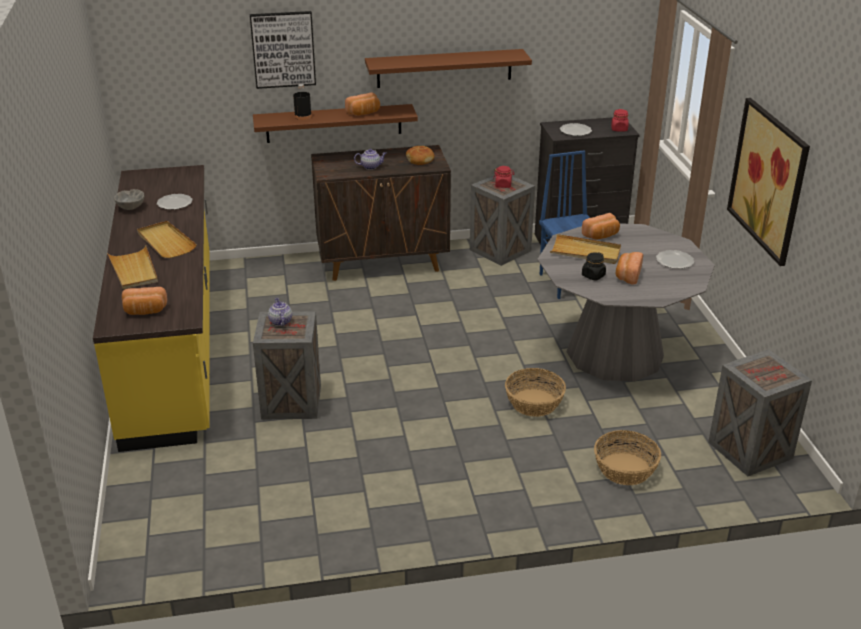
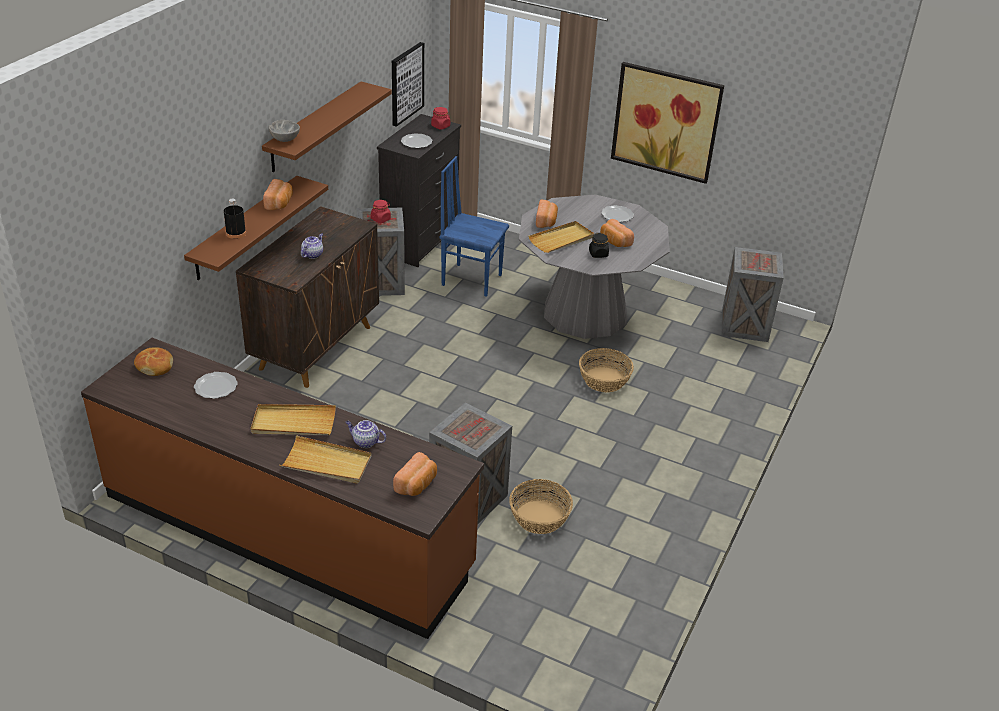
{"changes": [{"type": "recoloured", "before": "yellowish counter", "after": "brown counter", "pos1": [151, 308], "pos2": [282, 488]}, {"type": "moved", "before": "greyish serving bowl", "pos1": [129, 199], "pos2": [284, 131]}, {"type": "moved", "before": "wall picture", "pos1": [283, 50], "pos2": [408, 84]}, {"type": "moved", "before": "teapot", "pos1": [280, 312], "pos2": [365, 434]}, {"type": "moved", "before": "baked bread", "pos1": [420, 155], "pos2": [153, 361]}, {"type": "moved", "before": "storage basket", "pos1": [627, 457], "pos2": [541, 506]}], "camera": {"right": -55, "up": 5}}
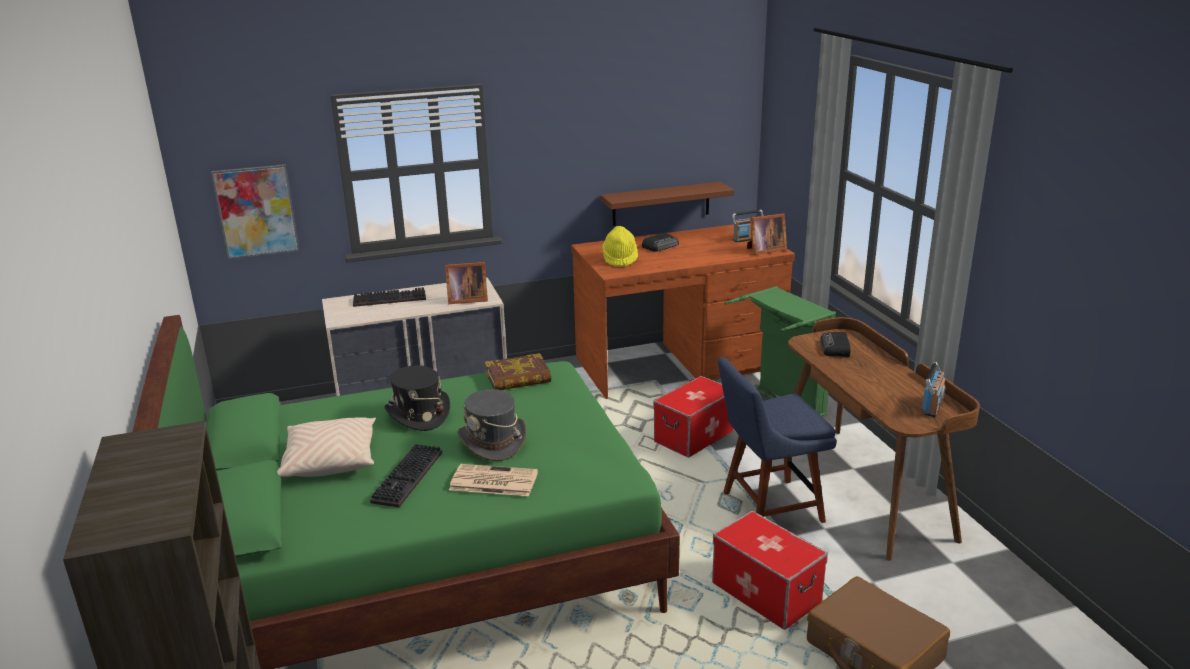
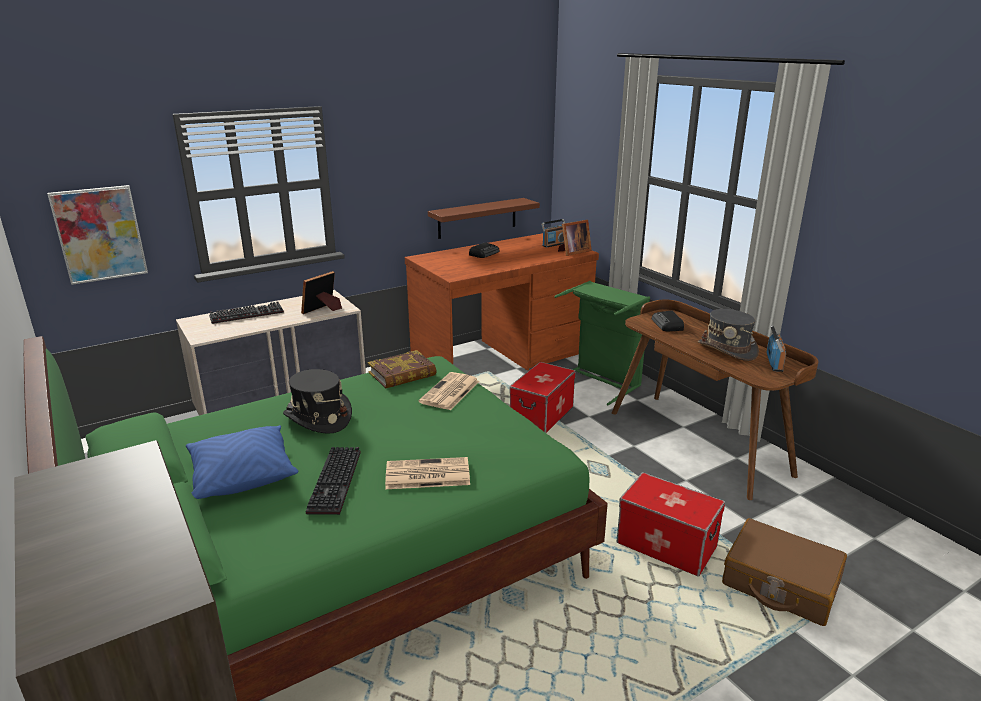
{"changes": [{"type": "recoloured", "before": "beige-coloured pillow", "after": "blue-coloured pillow", "pos1": [326, 447], "pos2": [242, 462]}, {"type": "turned", "before": "standing frame", "pos1": [466, 283], "pos2": [321, 292], "turn": 150}, {"type": "moved", "before": "greyish hat", "pos1": [491, 425], "pos2": [728, 335]}, {"type": "removed", "before": "yellowish hat", "pos1": [620, 246]}, {"type": "removed", "before": "blue-coloured plain chair", "pos1": [777, 440]}, {"type": "added", "after": "printed paper", "pos2": [449, 391]}], "camera": {"right": -15, "up": 0}}
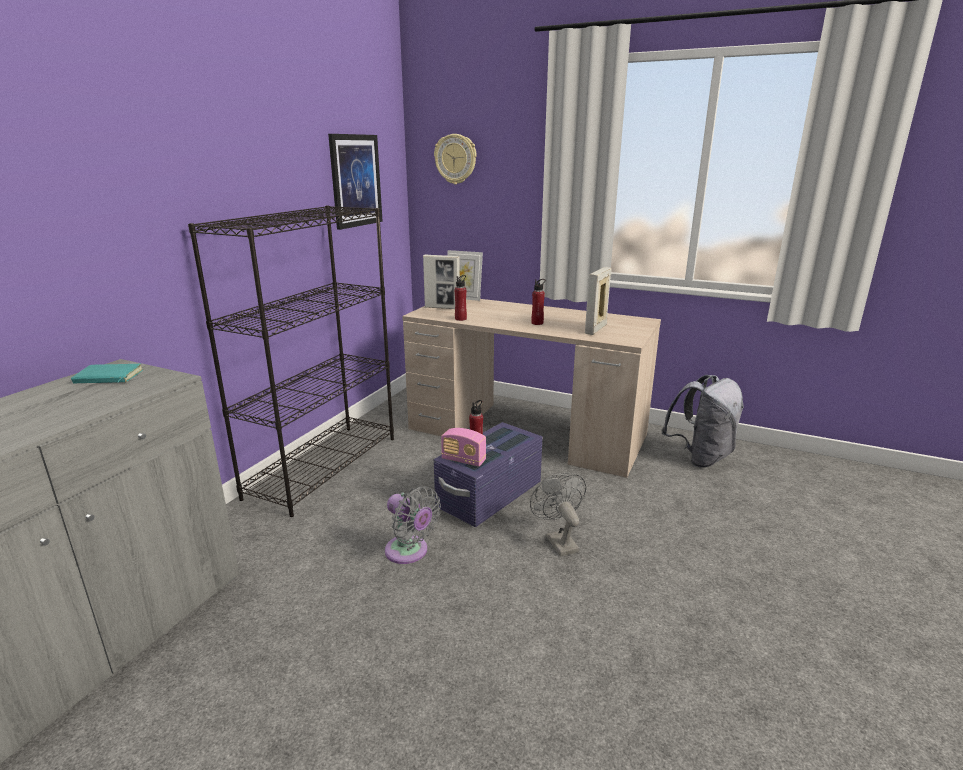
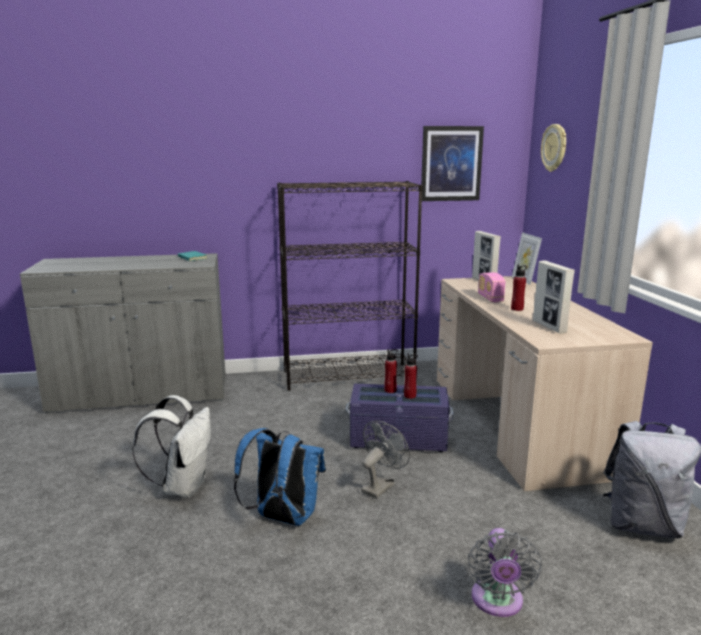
{"changes": [{"type": "moved", "before": "greyish cooling fan", "pos1": [413, 525], "pos2": [505, 572]}, {"type": "moved", "before": "radio", "pos1": [463, 447], "pos2": [492, 287]}, {"type": "moved", "before": "red-coloured drink bottle", "pos1": [460, 298], "pos2": [411, 376]}, {"type": "turned", "before": "standing frame", "pos1": [598, 301], "pos2": [554, 297], "turn": -105}, {"type": "added", "after": "white-coloured backpack", "pos2": [171, 446]}, {"type": "added", "after": "blue-coloured backpack", "pos2": [280, 476]}], "camera": {"right": 55, "up": -5}}
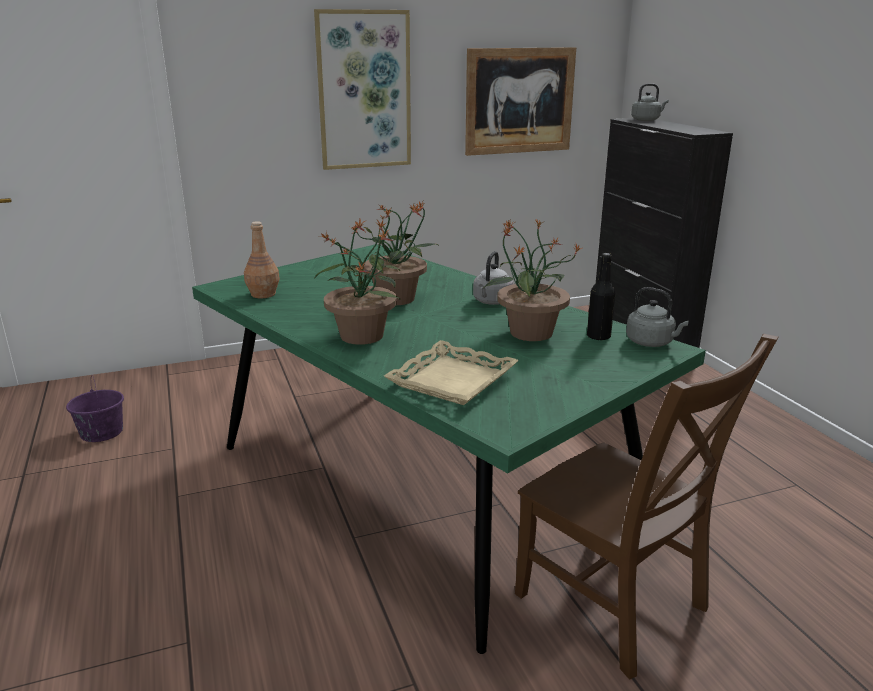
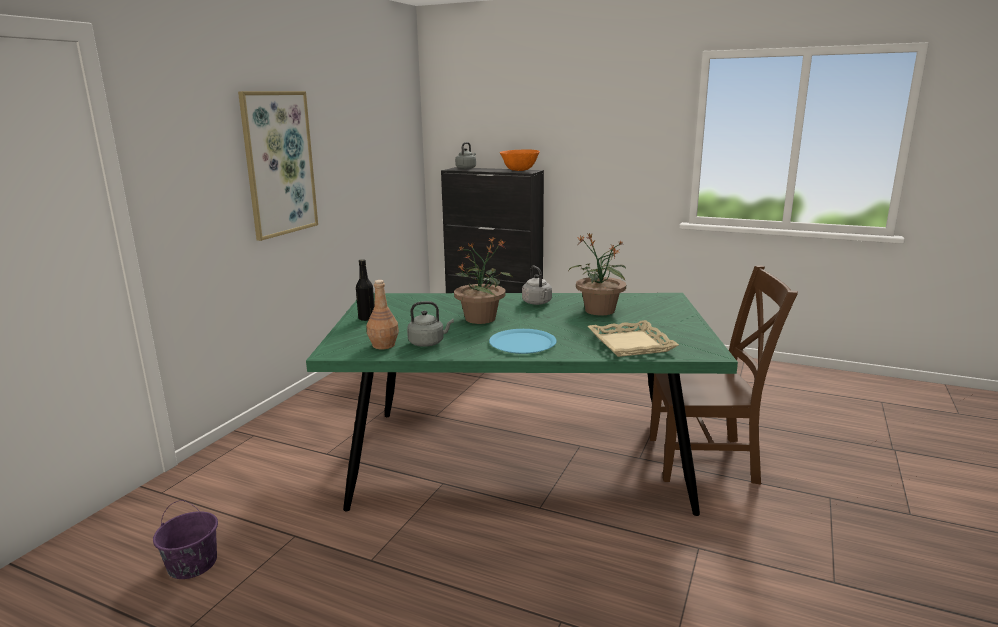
{"changes": [{"type": "replaced", "before": "houseplant", "after": "blue-coloured plate", "pos1": [358, 282], "pos2": [523, 341]}, {"type": "removed", "before": "wall picture", "pos1": [520, 101]}, {"type": "moved", "before": "blackish drink bottle", "pos1": [601, 297], "pos2": [365, 290]}, {"type": "moved", "before": "greyish tea kettle", "pos1": [657, 317], "pos2": [430, 324]}, {"type": "added", "after": "orange-coloured serving bowl", "pos2": [520, 160]}], "camera": {"right": -45, "up": -5}}
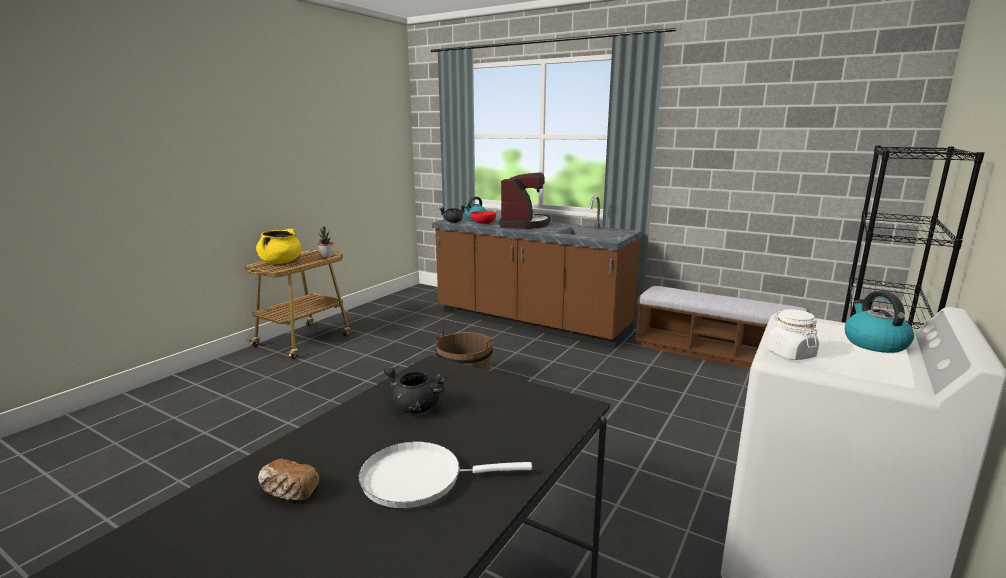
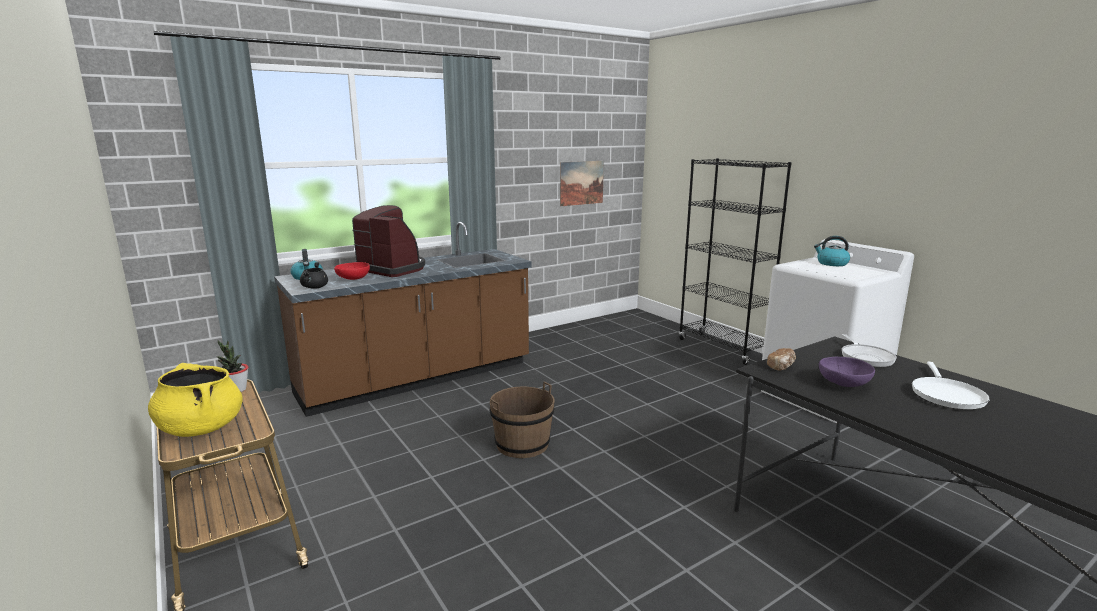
{"changes": [{"type": "moved", "before": "baked bread", "pos1": [288, 479], "pos2": [781, 359]}, {"type": "replaced", "before": "blackish cooking pot", "after": "purplish serving bowl", "pos1": [415, 390], "pos2": [847, 372]}, {"type": "removed", "before": "bench", "pos1": [722, 327]}, {"type": "removed", "before": "white-coloured storage jar", "pos1": [793, 334]}, {"type": "added", "after": "wall picture", "pos2": [582, 183]}, {"type": "added", "after": "frying pan", "pos2": [869, 350]}], "camera": {"right": -65, "up": 0}}
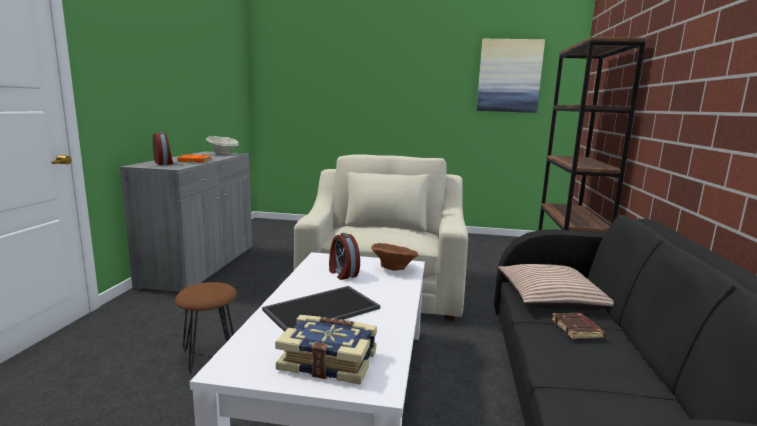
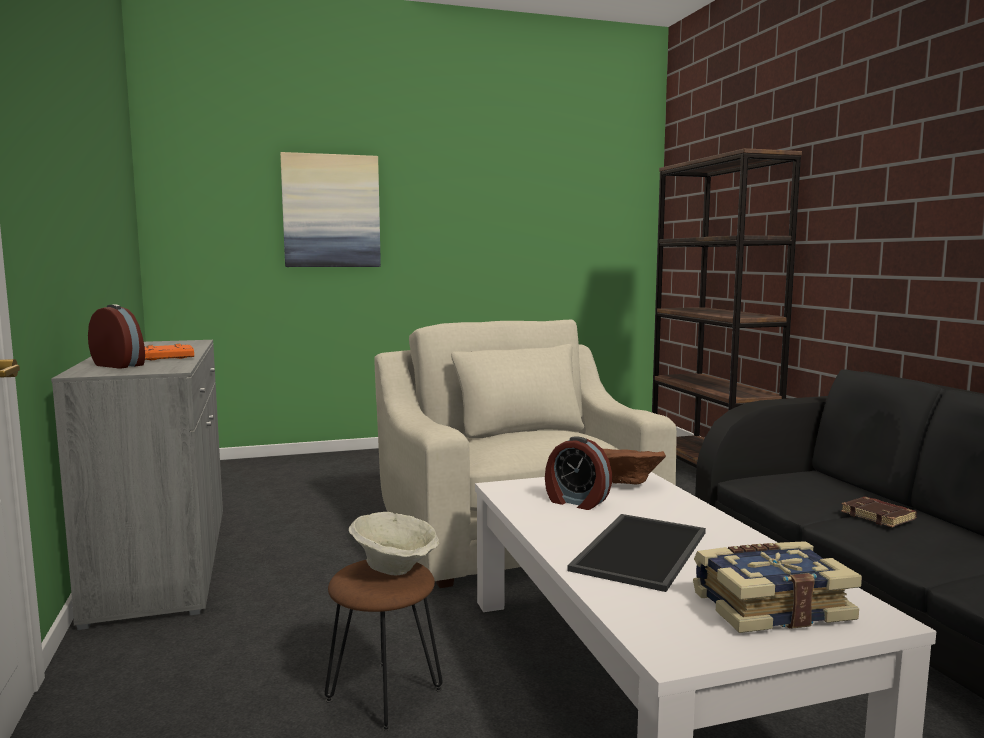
{"changes": [{"type": "moved", "before": "beige-coloured serving bowl", "pos1": [222, 145], "pos2": [394, 543]}, {"type": "moved", "before": "wall picture", "pos1": [511, 76], "pos2": [330, 209]}, {"type": "removed", "before": "pillow", "pos1": [556, 287]}], "camera": {"right": -25, "up": -5}}
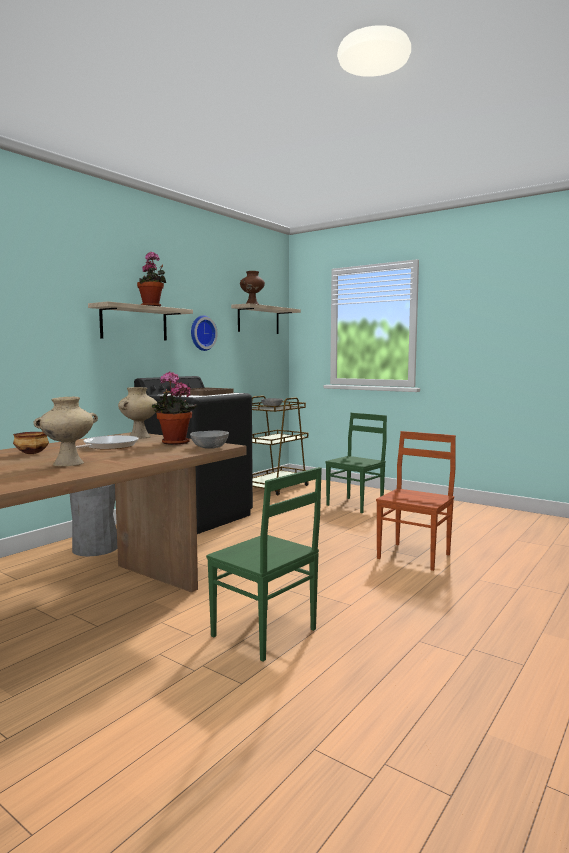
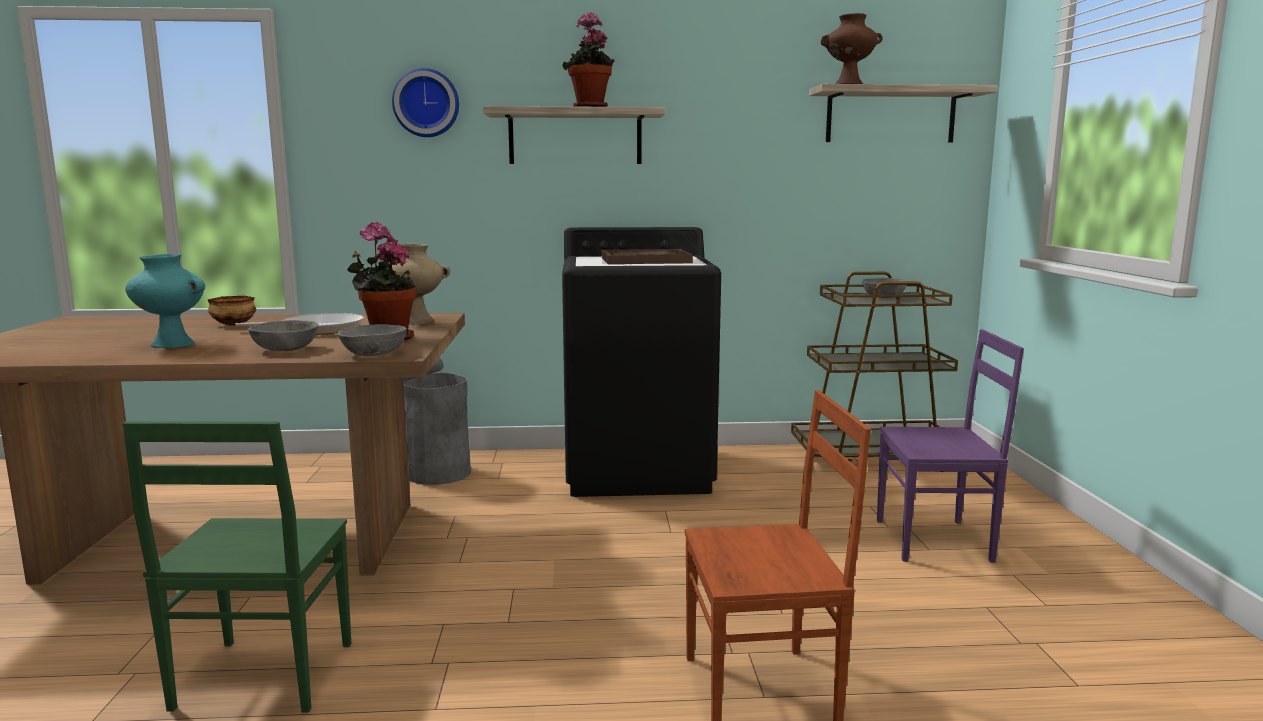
{"changes": [{"type": "recoloured", "before": "beige-coloured flower vase", "after": "turquoise-coloured flower vase", "pos1": [66, 431], "pos2": [165, 301]}, {"type": "moved", "before": "clock on the wall", "pos1": [204, 333], "pos2": [425, 102]}, {"type": "recoloured", "before": "green-coloured plain chair", "after": "purplish plain chair", "pos1": [356, 463], "pos2": [950, 446]}, {"type": "added", "after": "greyish serving bowl", "pos2": [283, 335]}], "camera": {"right": 50, "up": 5}}
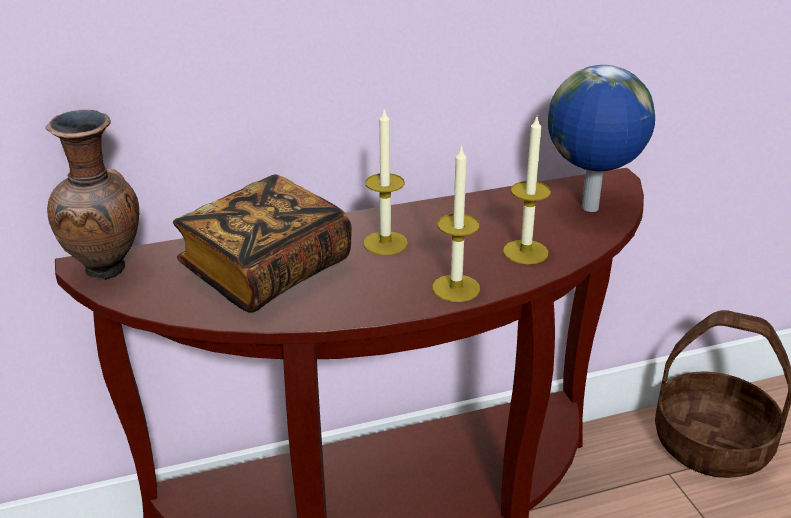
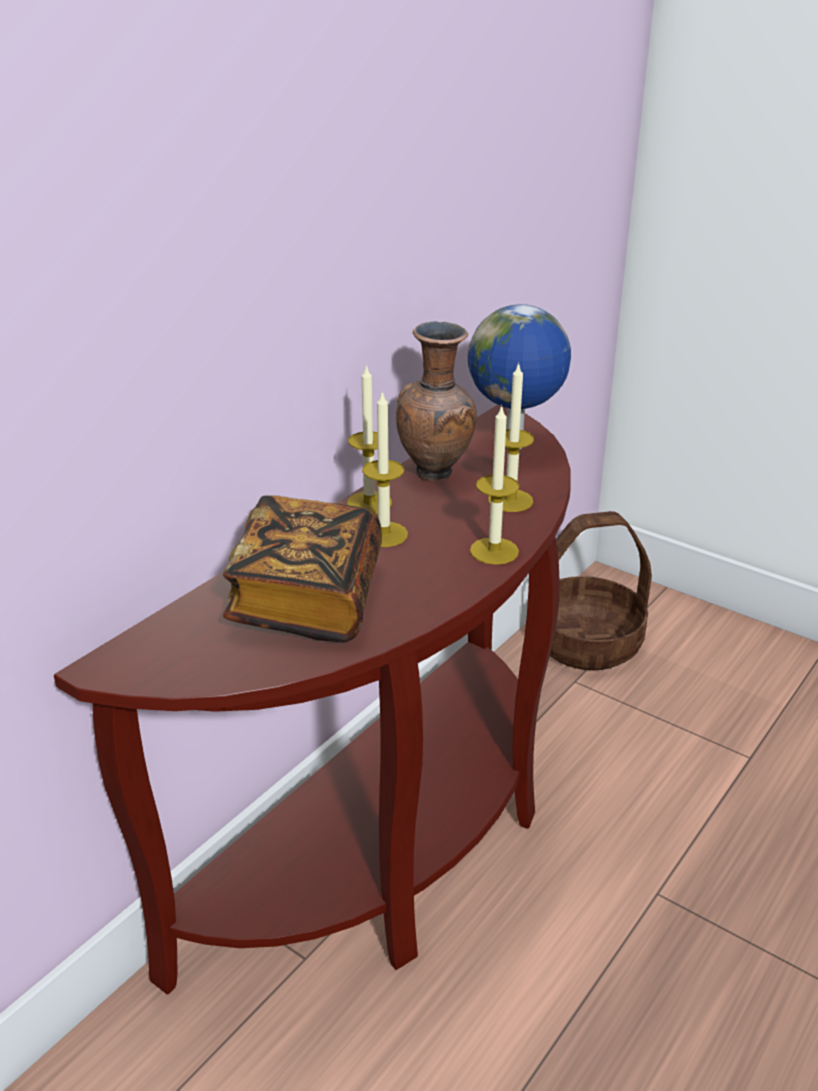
{"changes": [{"type": "moved", "before": "brown flower vase", "pos1": [92, 195], "pos2": [436, 401]}, {"type": "added", "after": "wax light", "pos2": [369, 439]}], "camera": {"right": -35, "up": 0}}
